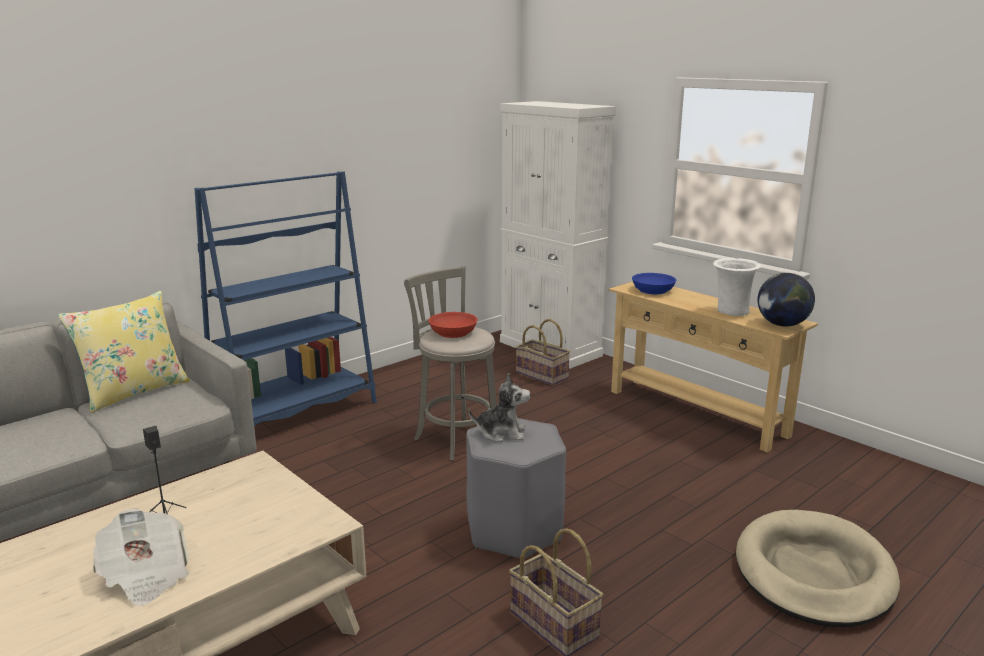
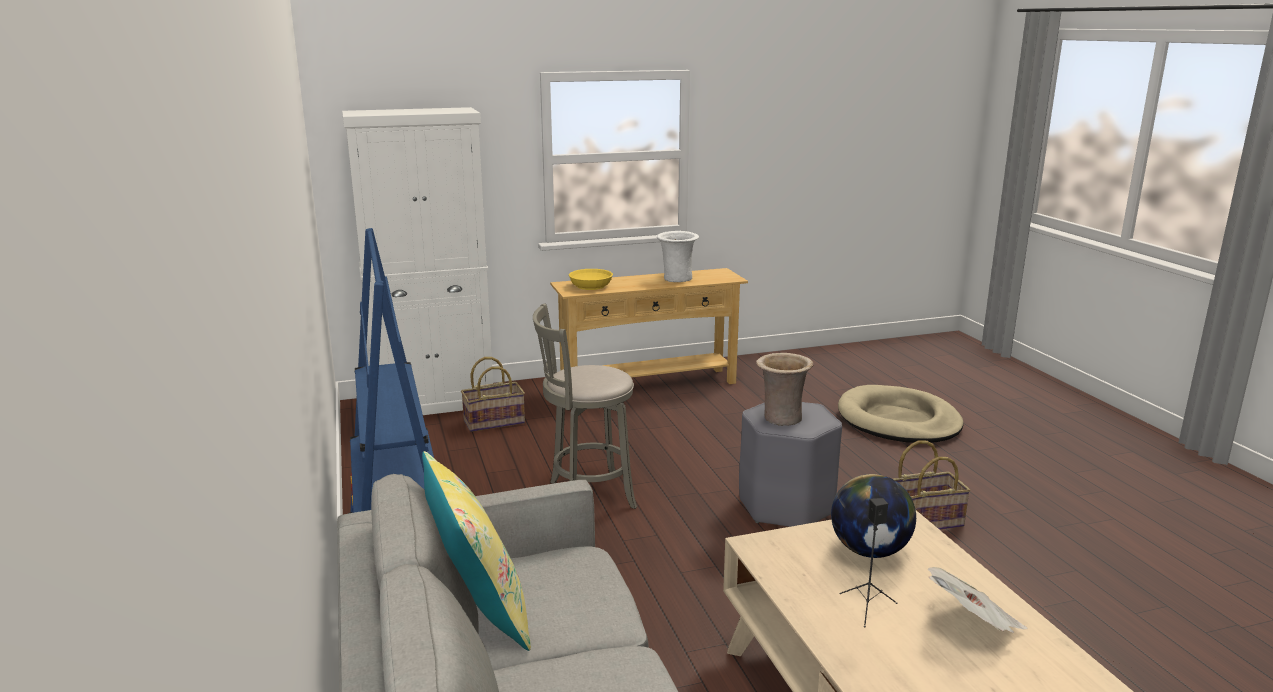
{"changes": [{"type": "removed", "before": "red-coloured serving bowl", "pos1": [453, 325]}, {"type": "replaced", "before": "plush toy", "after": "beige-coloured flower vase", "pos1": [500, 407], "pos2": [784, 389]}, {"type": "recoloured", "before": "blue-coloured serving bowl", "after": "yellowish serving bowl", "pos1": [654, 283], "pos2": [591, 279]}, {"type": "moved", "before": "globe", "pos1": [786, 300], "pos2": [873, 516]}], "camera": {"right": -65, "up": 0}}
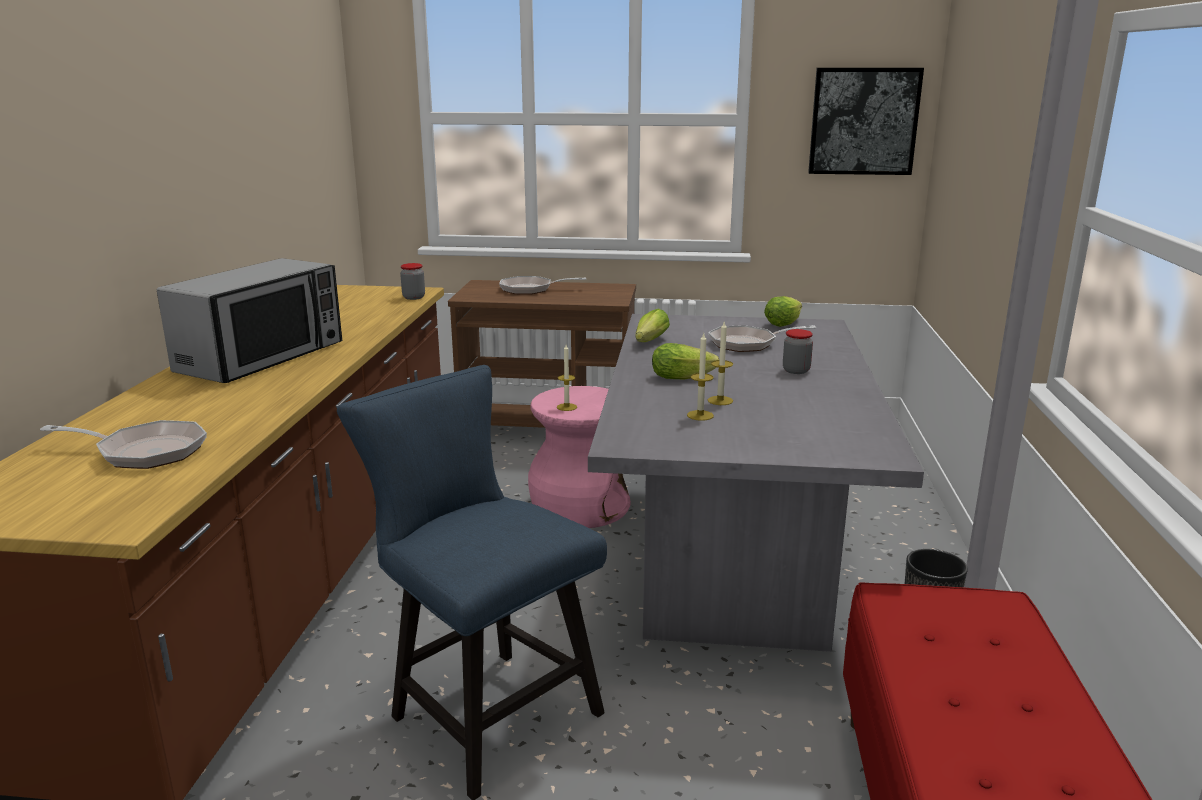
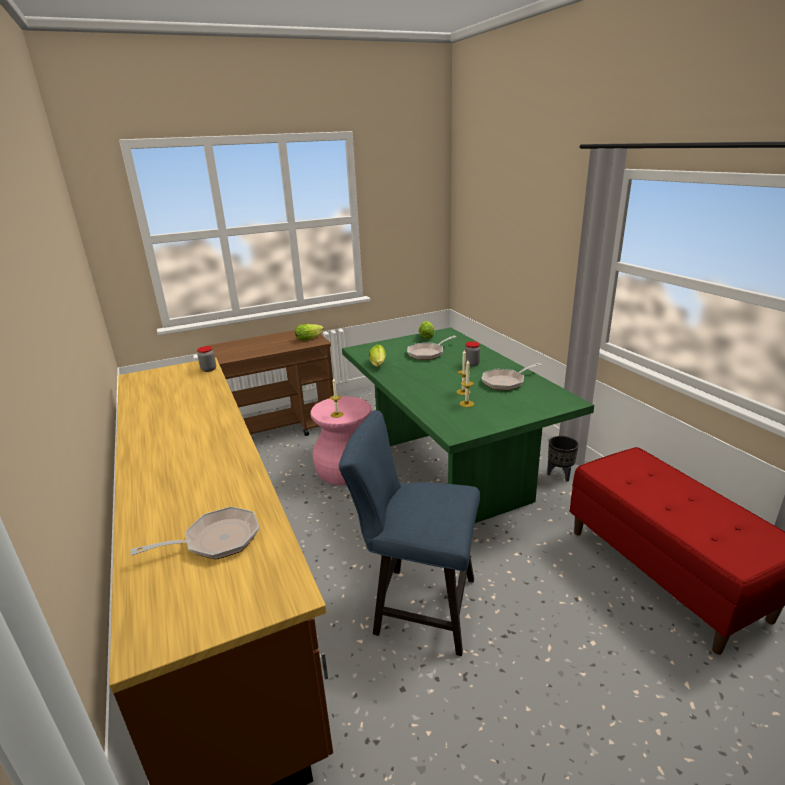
{"changes": [{"type": "removed", "before": "kitchen microwave", "pos1": [249, 320]}, {"type": "moved", "before": "frying pan", "pos1": [542, 285], "pos2": [512, 376]}, {"type": "recoloured", "before": "greyish dinner table", "after": "green-coloured dinner table", "pos1": [756, 483], "pos2": [468, 425]}, {"type": "moved", "before": "lettuce head", "pos1": [685, 361], "pos2": [309, 332]}, {"type": "removed", "before": "wall picture", "pos1": [866, 121]}], "camera": {"right": -30, "up": 5}}
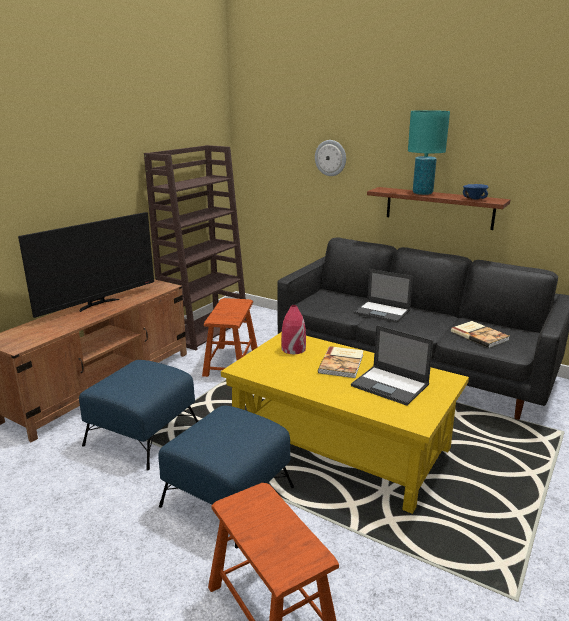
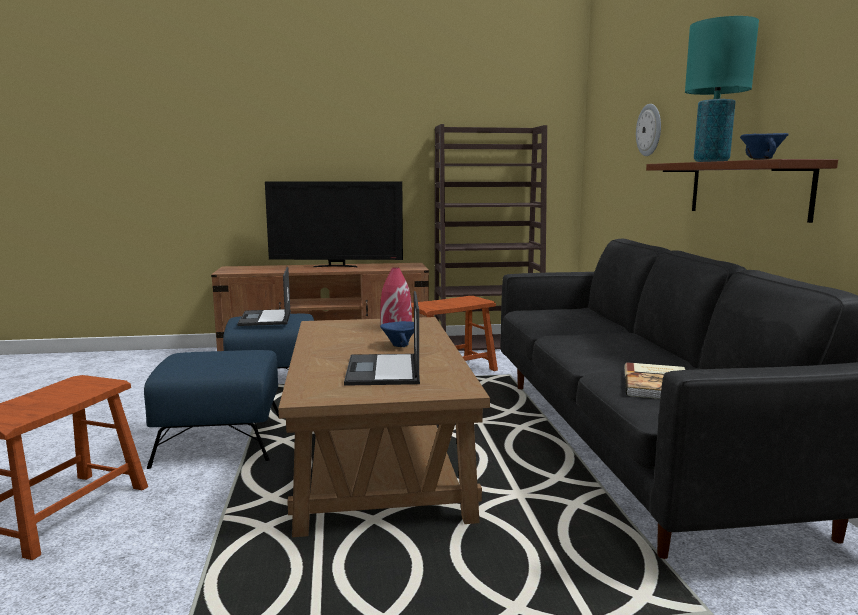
{"changes": [{"type": "recoloured", "before": "yellowish lounge table", "after": "brown lounge table", "pos1": [345, 423], "pos2": [384, 427]}, {"type": "replaced", "before": "bound book", "after": "blue-coloured serving bowl", "pos1": [341, 362], "pos2": [397, 334]}, {"type": "moved", "before": "portable computer", "pos1": [383, 296], "pos2": [264, 296]}], "camera": {"right": 50, "up": -10}}
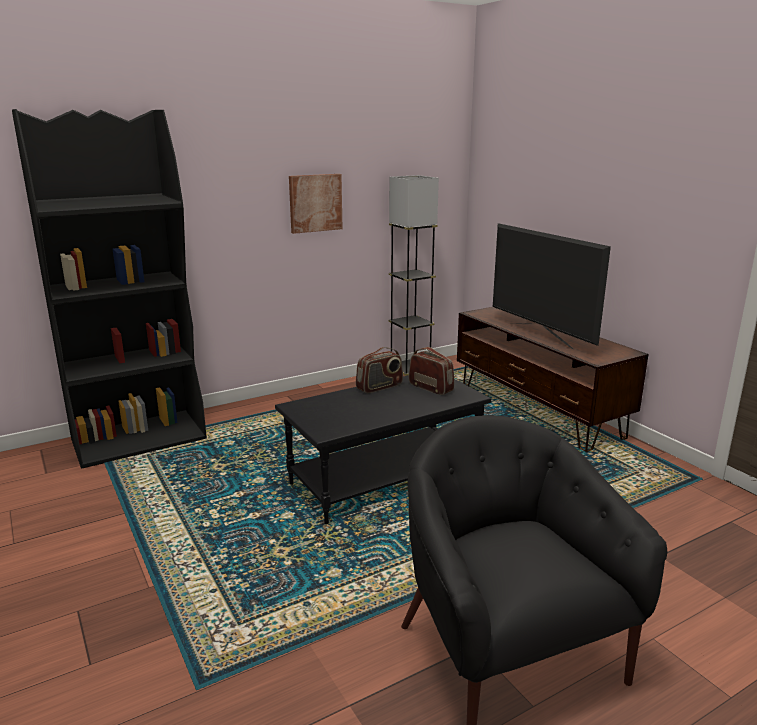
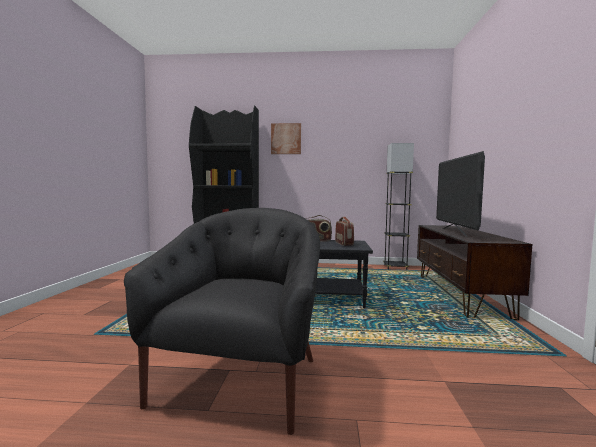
{"changes": [{"type": "moved", "before": "wall picture", "pos1": [316, 204], "pos2": [286, 138]}], "camera": {"right": 35, "up": -15}}
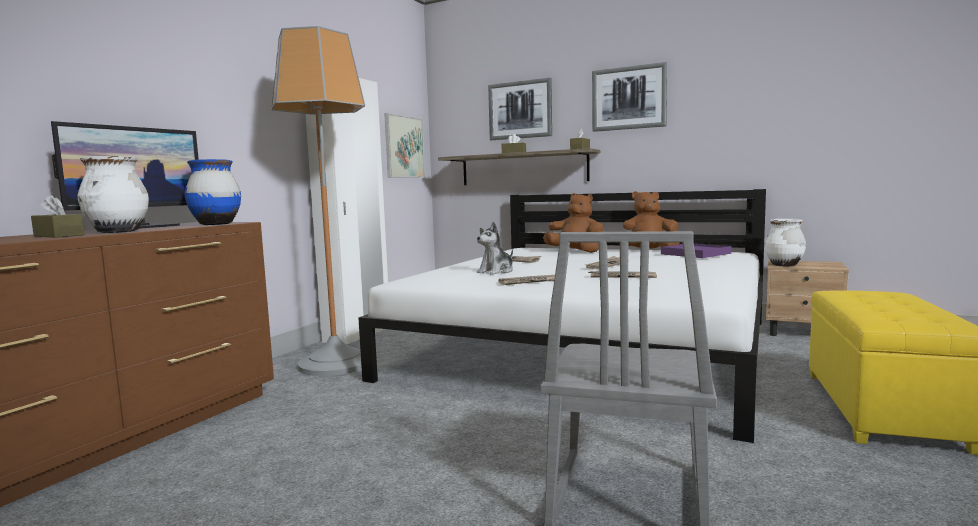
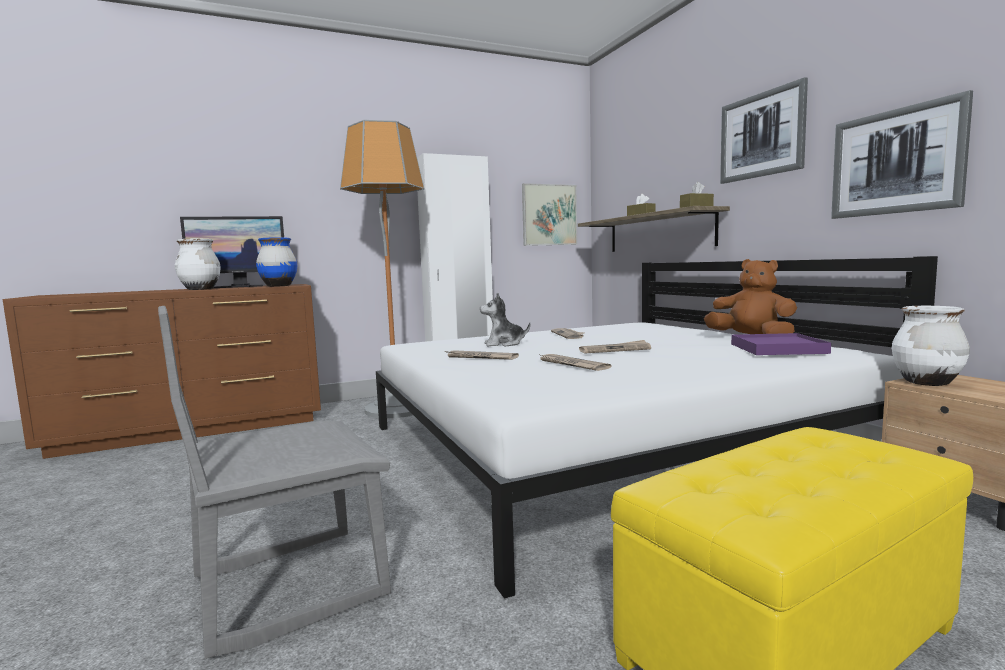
{"changes": [{"type": "removed", "before": "brown tissue holder", "pos1": [58, 216]}, {"type": "moved", "before": "wall picture", "pos1": [520, 109], "pos2": [902, 154]}, {"type": "removed", "before": "brown plush toy", "pos1": [573, 223]}], "camera": {"right": 40, "up": 0}}
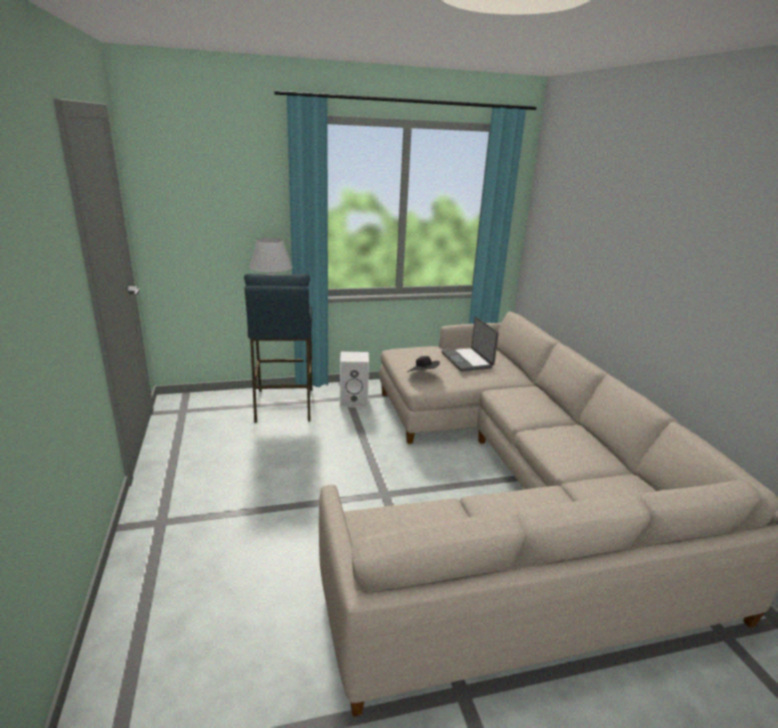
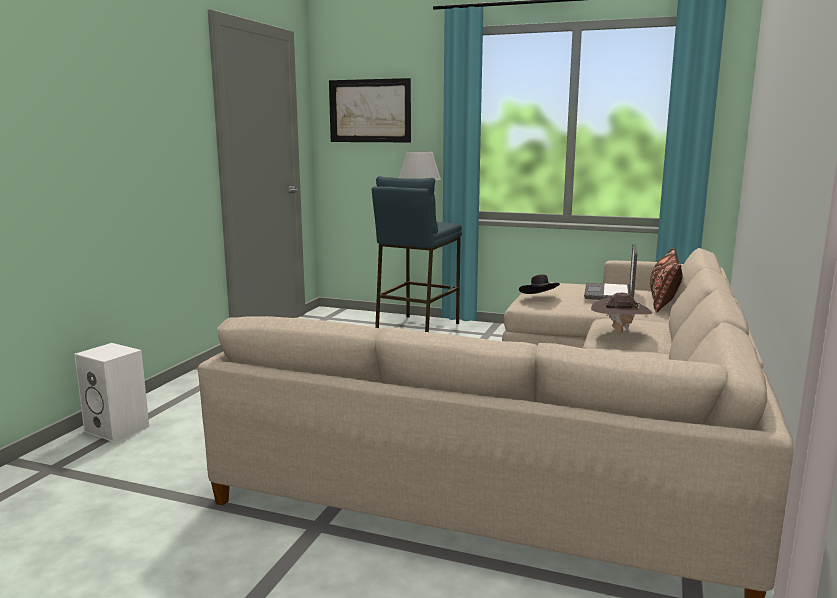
{"changes": [{"type": "moved", "before": "white-coloured speaker", "pos1": [354, 379], "pos2": [111, 392]}, {"type": "added", "after": "wall picture", "pos2": [370, 110]}, {"type": "added", "after": "brown hat", "pos2": [622, 313]}, {"type": "added", "after": "brown pillow", "pos2": [666, 280]}], "camera": {"right": 35, "up": -10}}
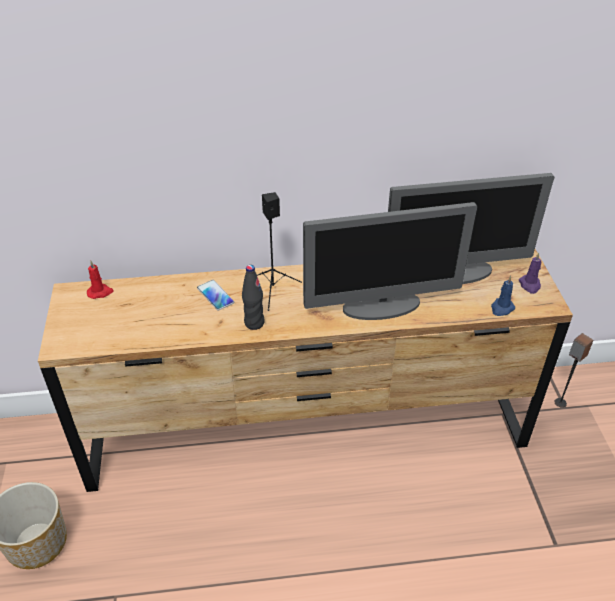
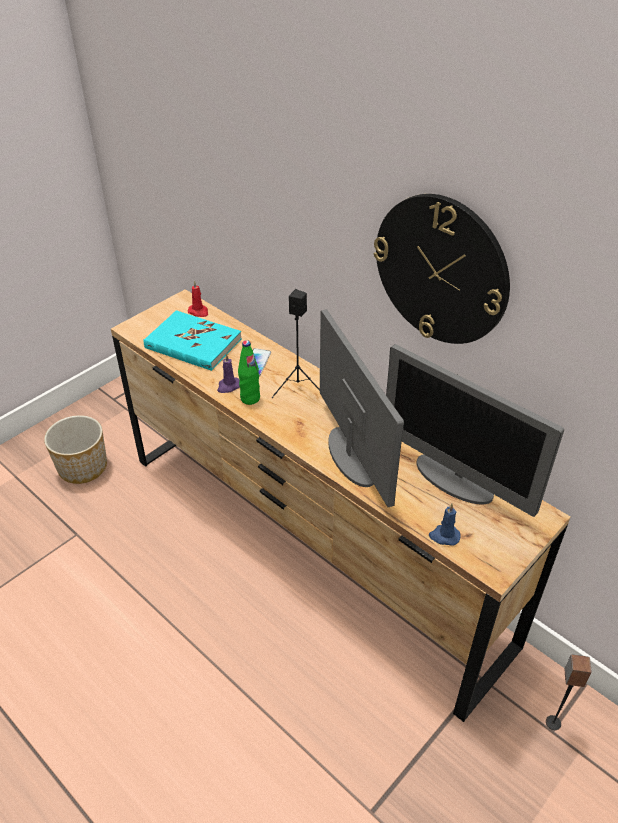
{"changes": [{"type": "recoloured", "before": "blackish drink bottle", "after": "green-coloured drink bottle", "pos1": [253, 297], "pos2": [249, 372]}, {"type": "turned", "before": "monitor", "pos1": [390, 261], "pos2": [362, 408], "turn": -150}, {"type": "moved", "before": "purplish wax light", "pos1": [530, 273], "pos2": [228, 373]}, {"type": "added", "after": "turquoise-coloured bound book", "pos2": [193, 340]}, {"type": "added", "after": "clock on the wall", "pos2": [442, 269]}], "camera": {"right": 50, "up": 0}}
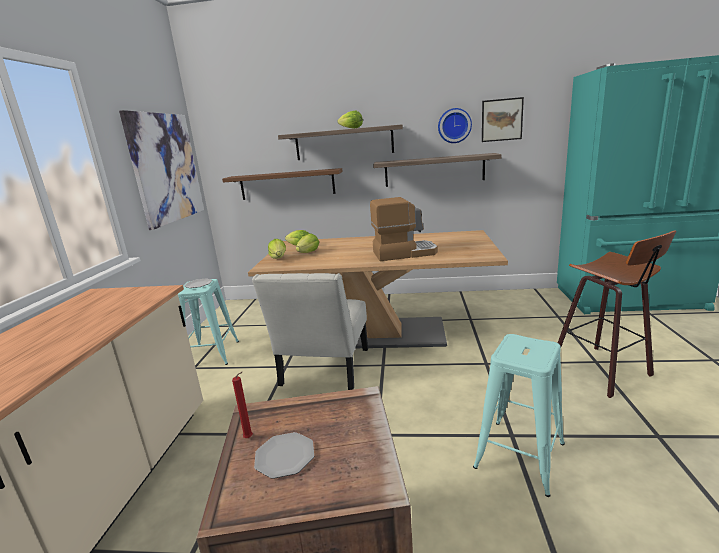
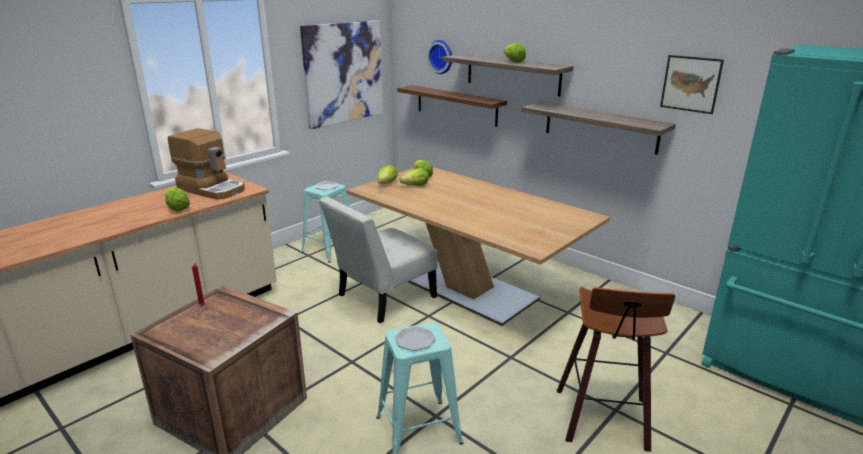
{"changes": [{"type": "moved", "before": "plate", "pos1": [284, 455], "pos2": [415, 338]}, {"type": "moved", "before": "coffee machine", "pos1": [404, 229], "pos2": [206, 164]}, {"type": "moved", "before": "clock on the wall", "pos1": [455, 125], "pos2": [439, 57]}, {"type": "added", "after": "lettuce head", "pos2": [177, 199]}], "camera": {"right": 35, "up": 5}}
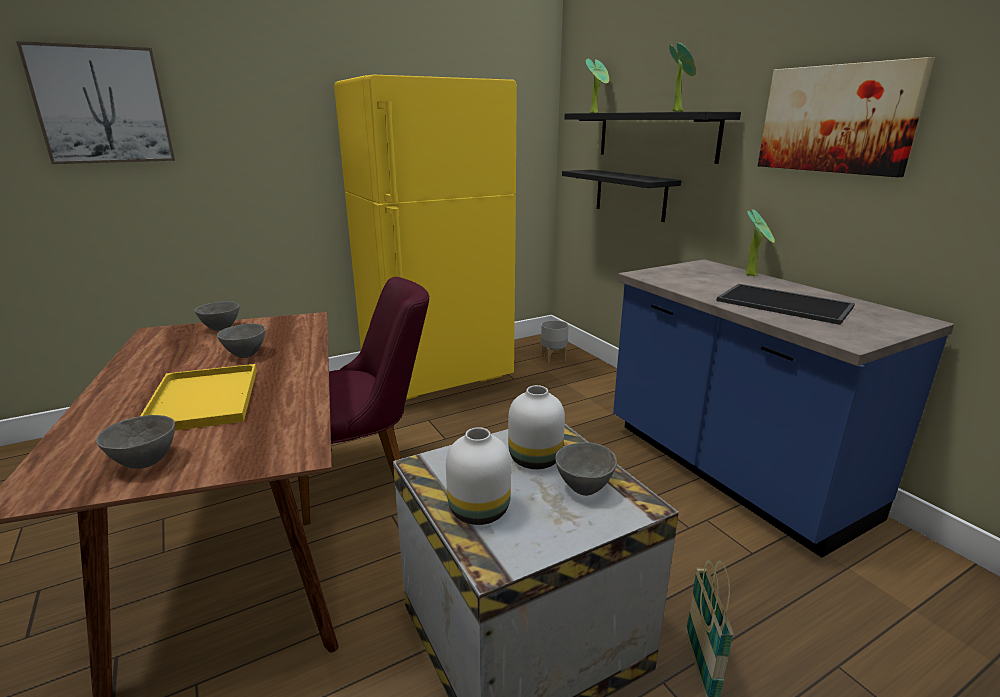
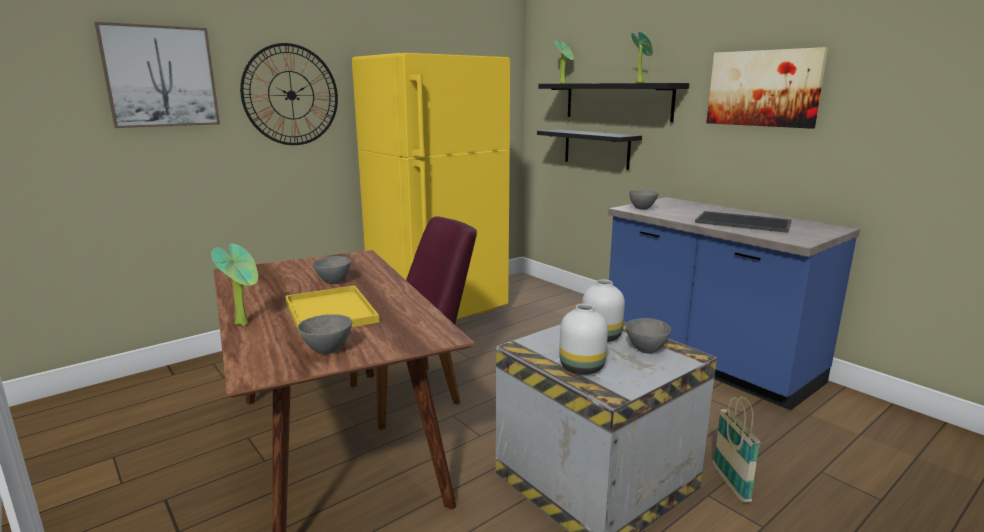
{"changes": [{"type": "moved", "before": "greyish serving bowl", "pos1": [217, 316], "pos2": [644, 200]}, {"type": "removed", "before": "greyish planter", "pos1": [555, 341]}, {"type": "moved", "before": "houseplant", "pos1": [760, 242], "pos2": [234, 285]}, {"type": "added", "after": "clock on the wall", "pos2": [289, 94]}], "camera": {"right": -10, "up": -5}}
